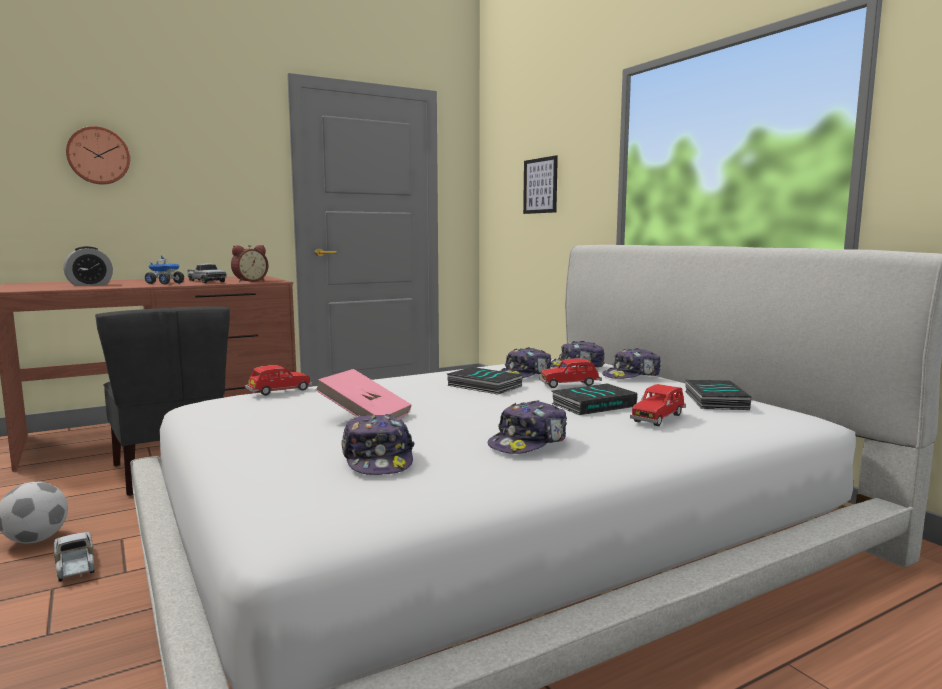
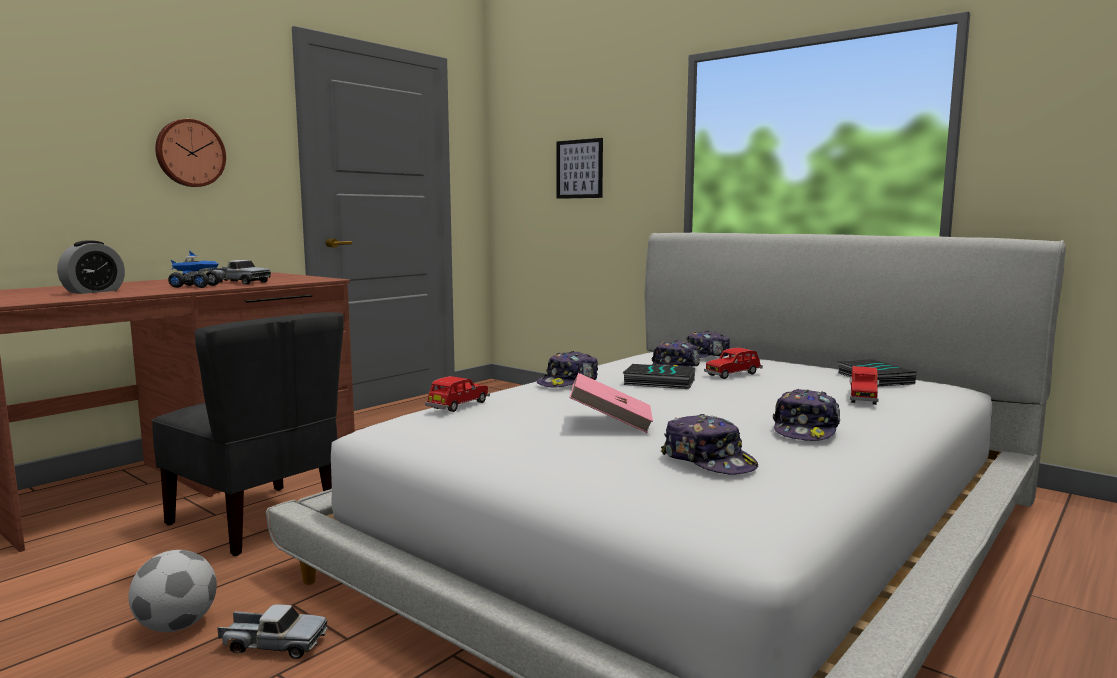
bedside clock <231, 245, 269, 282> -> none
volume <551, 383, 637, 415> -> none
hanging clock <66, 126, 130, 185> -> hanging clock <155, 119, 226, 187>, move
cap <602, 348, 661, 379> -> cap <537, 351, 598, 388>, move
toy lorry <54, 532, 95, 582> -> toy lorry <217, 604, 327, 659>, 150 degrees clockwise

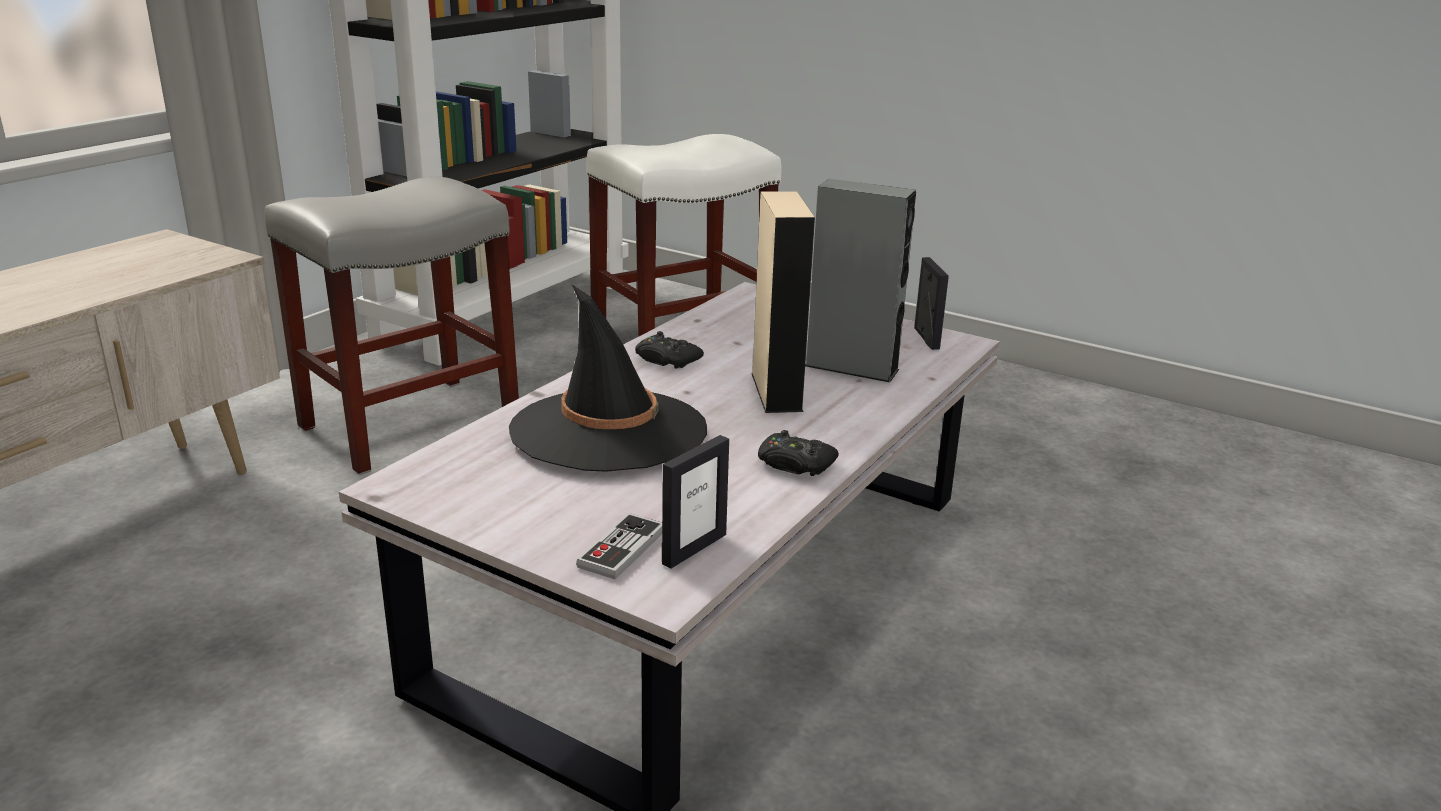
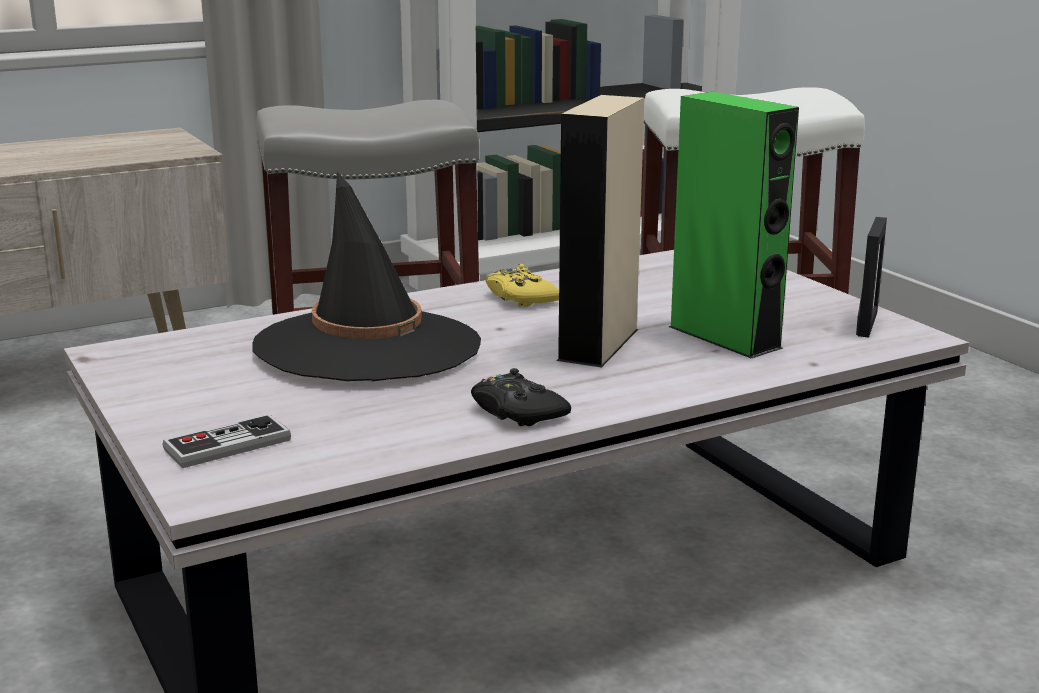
picture frame <662, 435, 729, 569> -> none
gamepad (black-coloured) <635, 331, 704, 369> -> gamepad (yellowish) <486, 264, 559, 307>
loudspeaker (gray) <805, 179, 916, 382> -> loudspeaker (greenish) <669, 92, 799, 358>

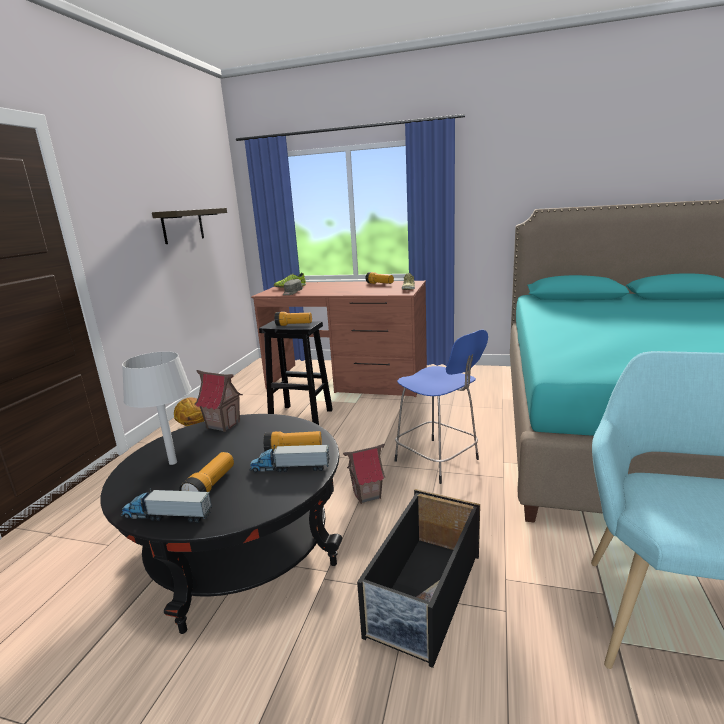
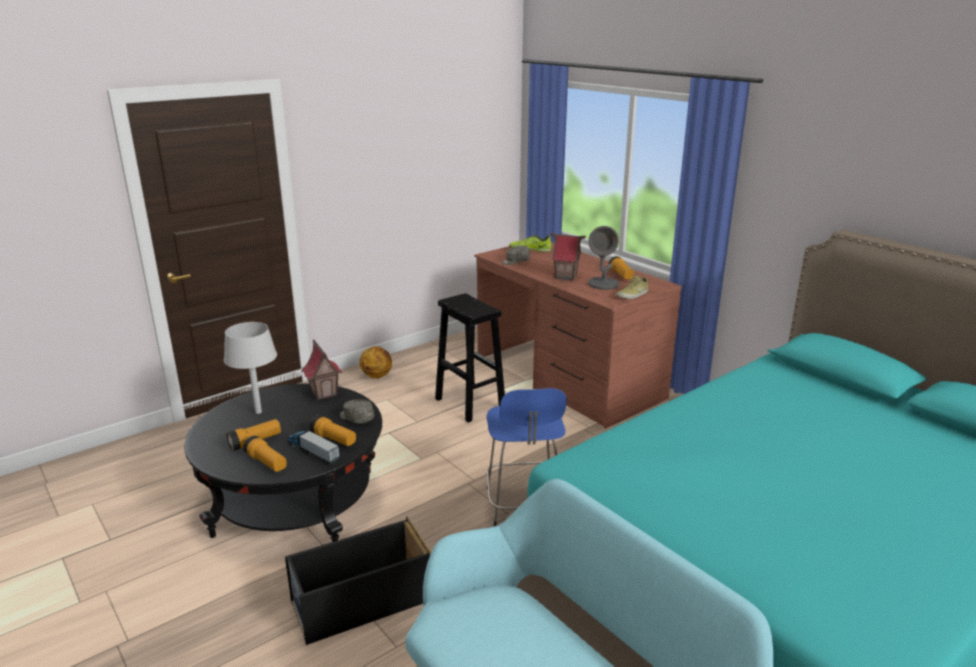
toy lorry <121, 488, 212, 523> -> none
shelf <152, 208, 227, 244> -> none
none -> cap (gray) <340, 399, 374, 423>
none -> table lamp (gray) <588, 226, 619, 290>
hand torch <274, 312, 312, 326> -> hand torch <243, 436, 287, 472>, move
miniature house <343, 444, 386, 504> -> miniature house <550, 233, 586, 281>, move

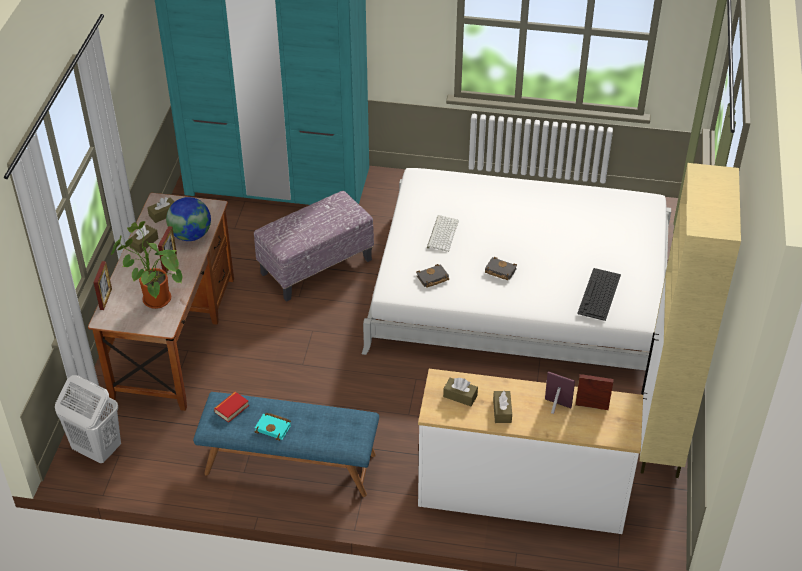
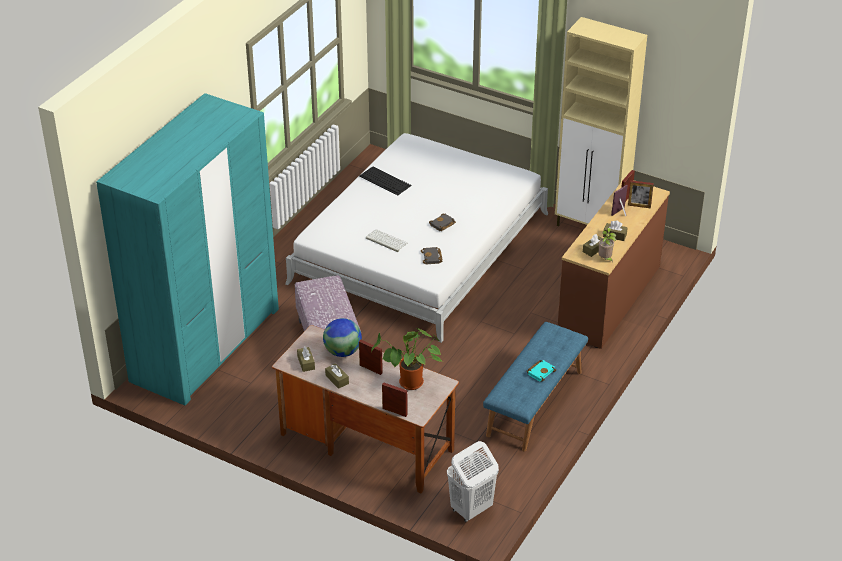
volume <214, 392, 249, 423> -> none
none -> potted plant <598, 228, 616, 262>
none -> picture frame <628, 180, 654, 208>
computer keyboard <577, 268, 621, 321> -> computer keyboard <359, 167, 412, 195>, move
dresser (white-coloured) <418, 369, 643, 534> -> dresser (brown) <558, 180, 670, 349>

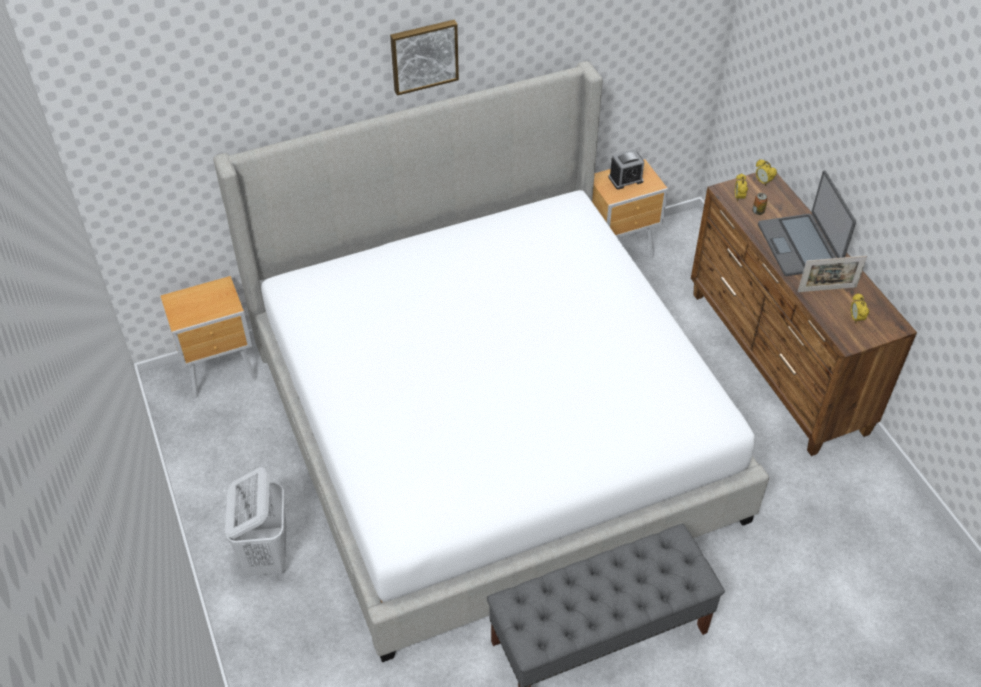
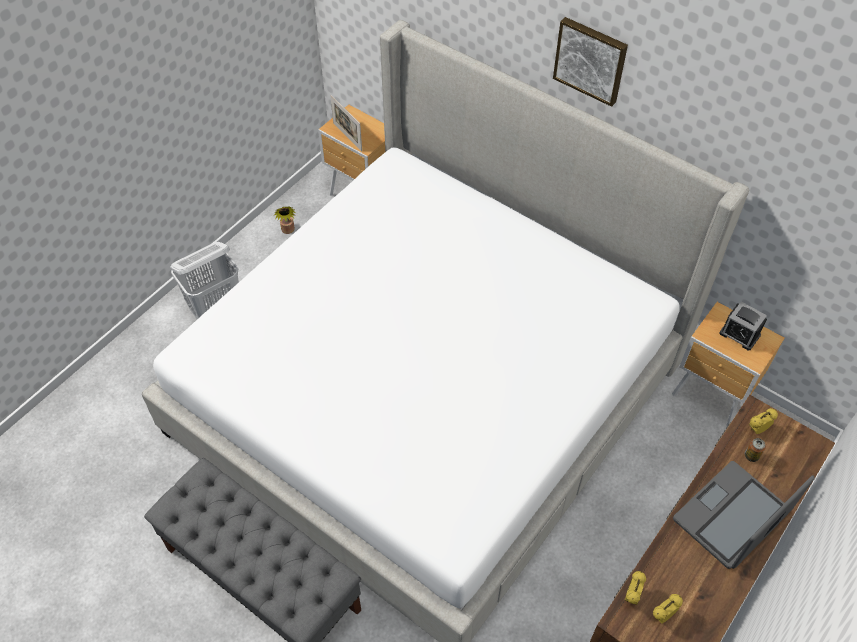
none -> potted plant <274, 207, 296, 234>
bedside clock <756, 159, 777, 186> -> bedside clock <625, 571, 646, 605>, move
picture frame <798, 256, 867, 292> -> picture frame <330, 95, 362, 152>, move

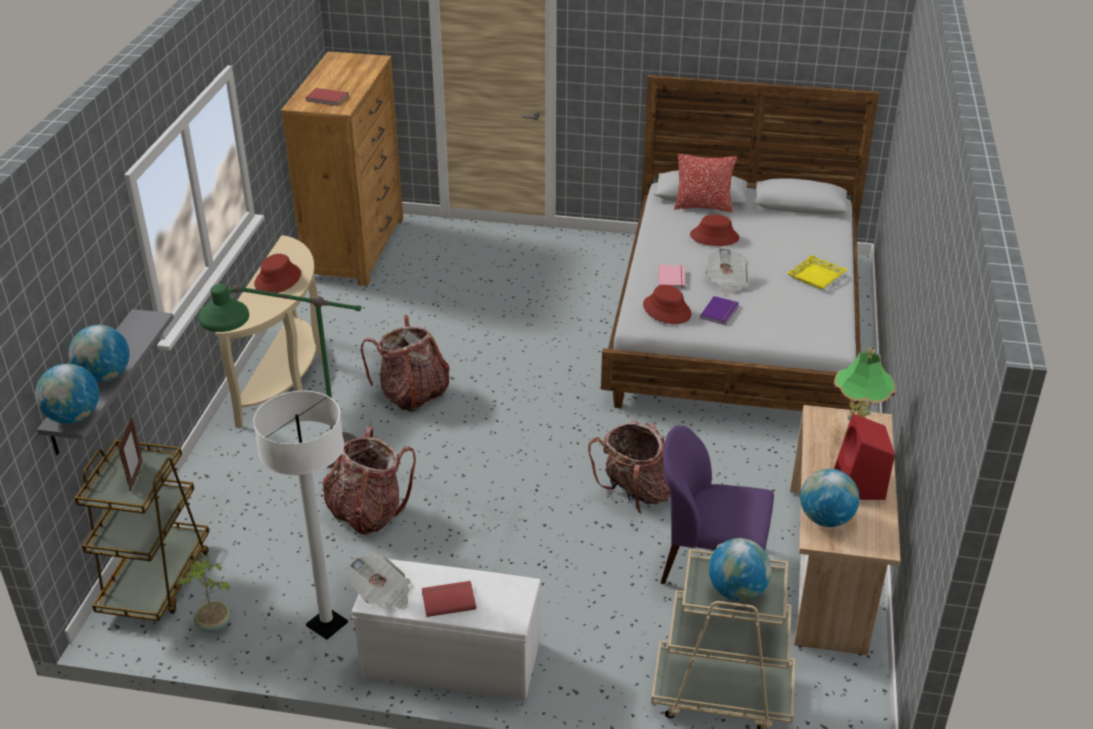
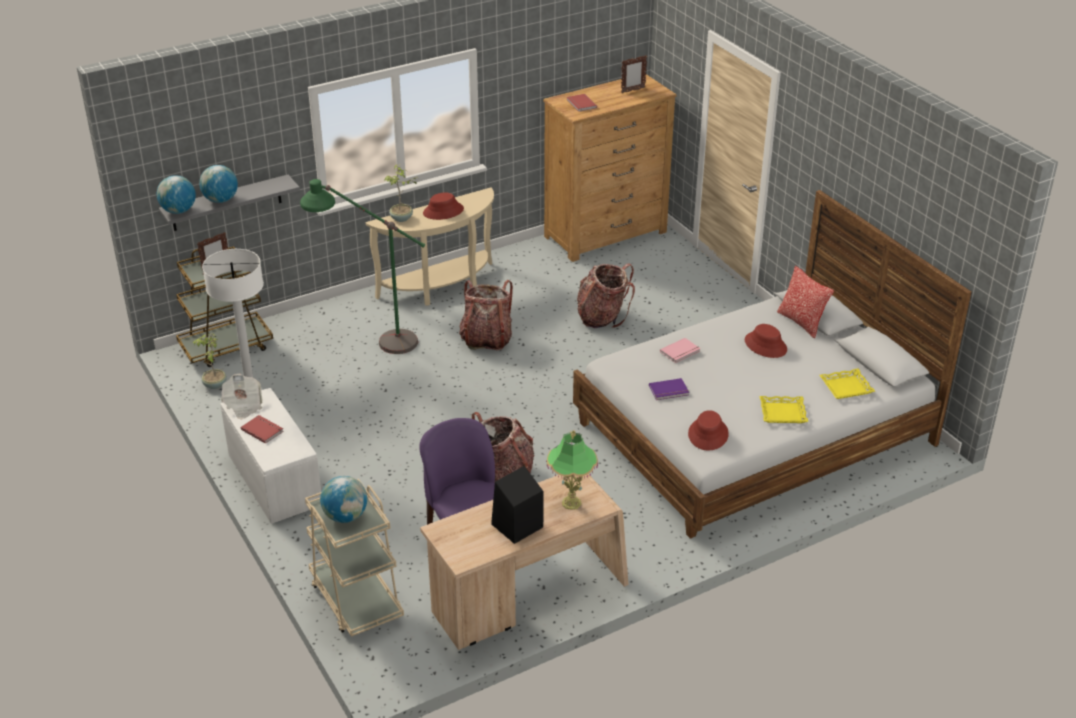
newspaper <706, 247, 749, 295> -> none
globe <800, 469, 859, 527> -> none
none -> potted plant <384, 164, 418, 222>
none -> picture frame <621, 55, 647, 93>
none -> tray (yellowish) <820, 369, 875, 399>
knapsack <322, 426, 416, 535> -> knapsack <577, 264, 635, 328>, move
hat (red) <643, 285, 691, 324> -> hat (red) <688, 410, 729, 451>, move
loudspeaker (red) <834, 413, 895, 500> -> loudspeaker (black-coloured) <491, 466, 544, 544>

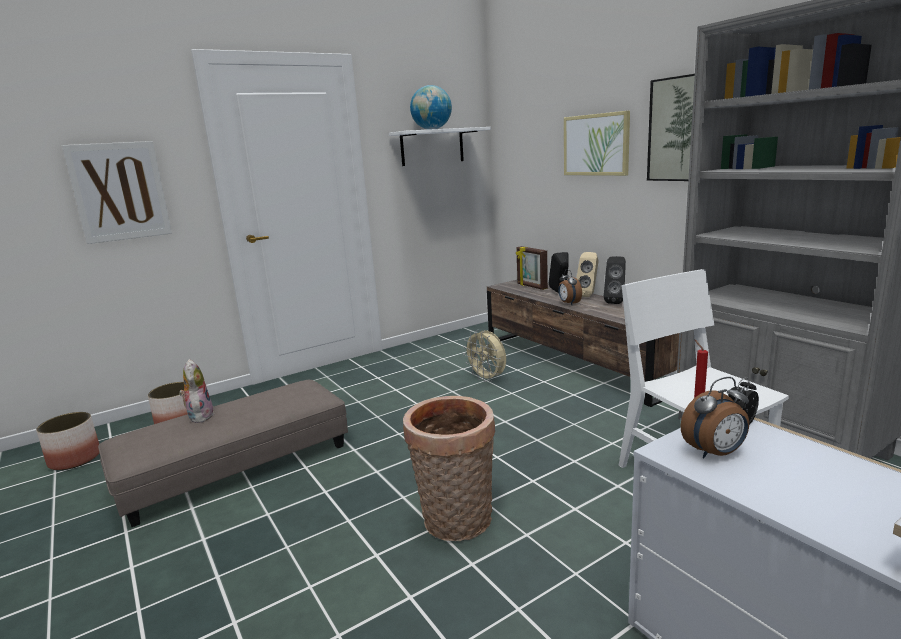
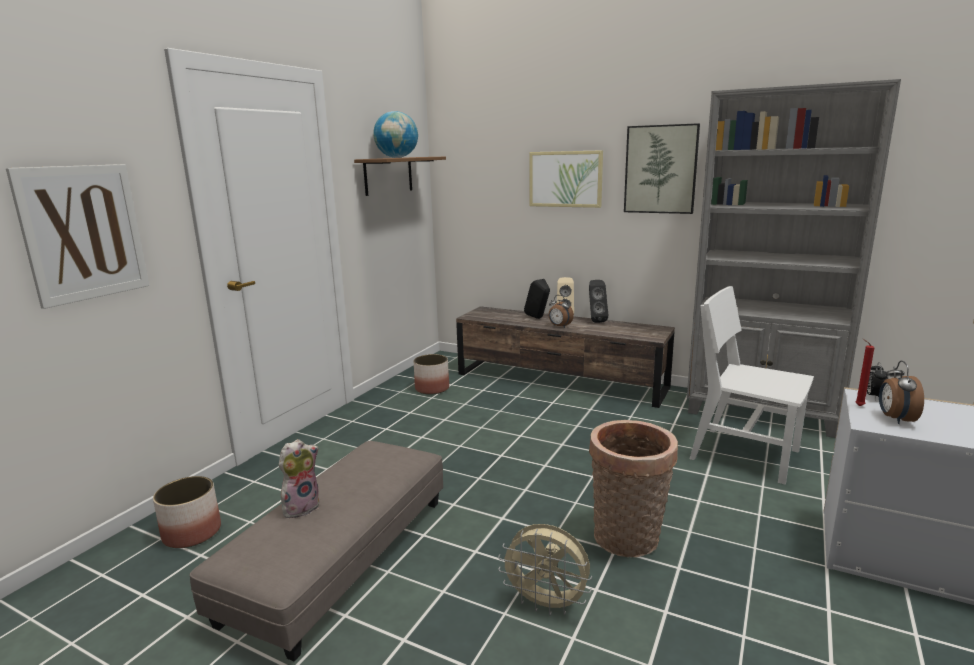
picture frame <516, 246, 548, 290> -> none
plant pot <36, 412, 99, 470> -> plant pot <414, 354, 449, 395>, move
cooling fan (sand-coloured) <463, 330, 506, 382> -> cooling fan (sand-coloured) <498, 524, 592, 615>, move
shelf (white-coloured) <389, 127, 491, 166> -> shelf (brown) <354, 157, 446, 196>
soft toy <179, 359, 214, 423> -> soft toy <279, 439, 320, 518>, 90 degrees clockwise
bedside clock <681, 377, 749, 458> -> bedside clock <879, 361, 924, 424>, 150 degrees clockwise

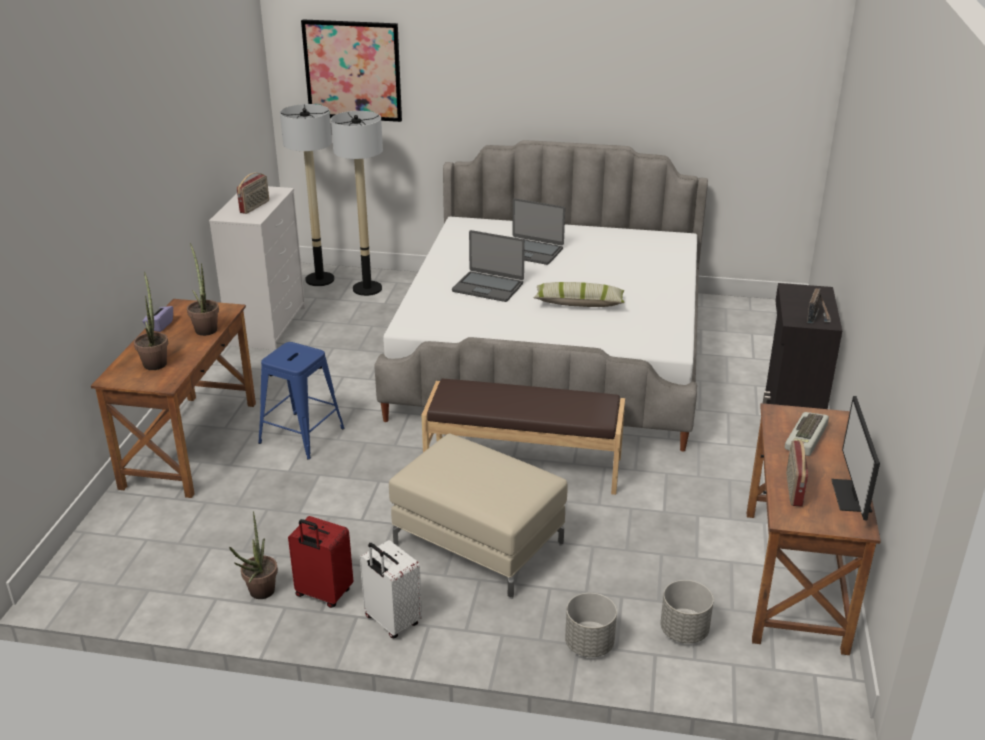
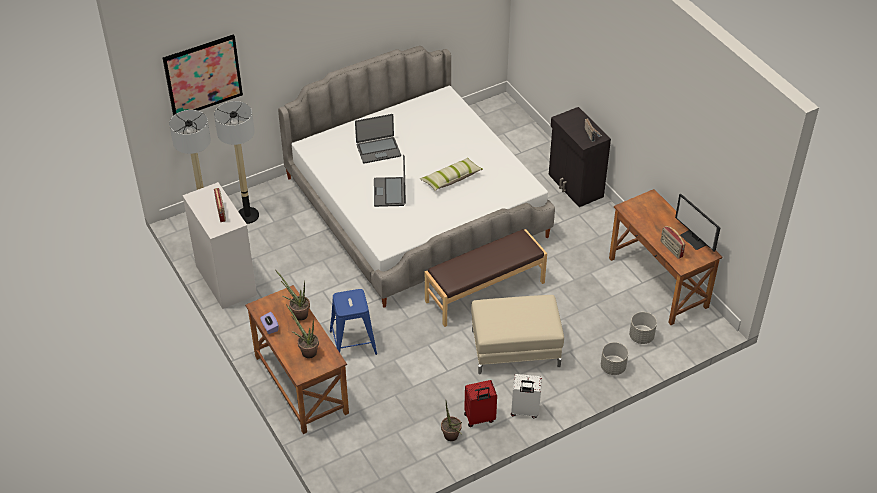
computer keyboard <785, 412, 829, 456> -> none
laptop <452, 230, 525, 302> -> laptop <374, 155, 406, 207>, 105 degrees clockwise

